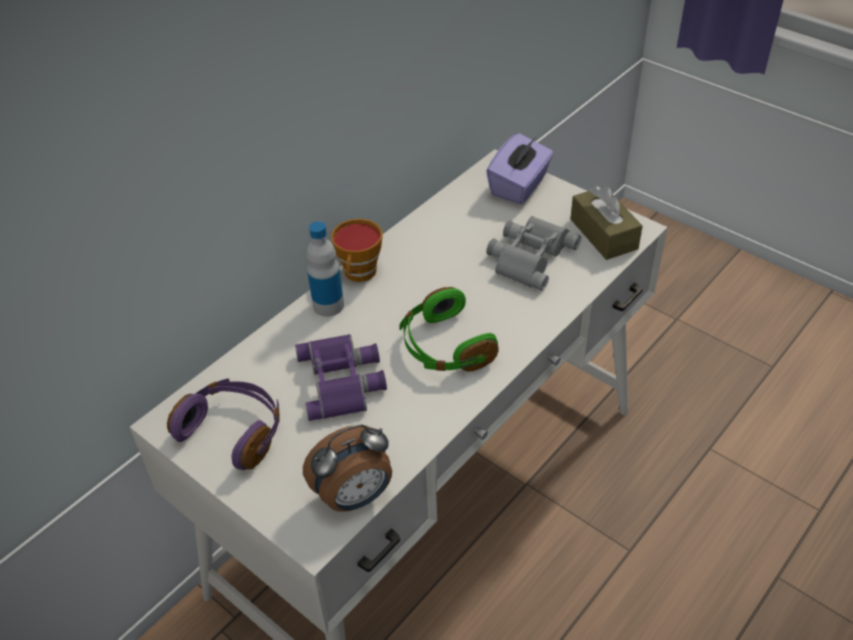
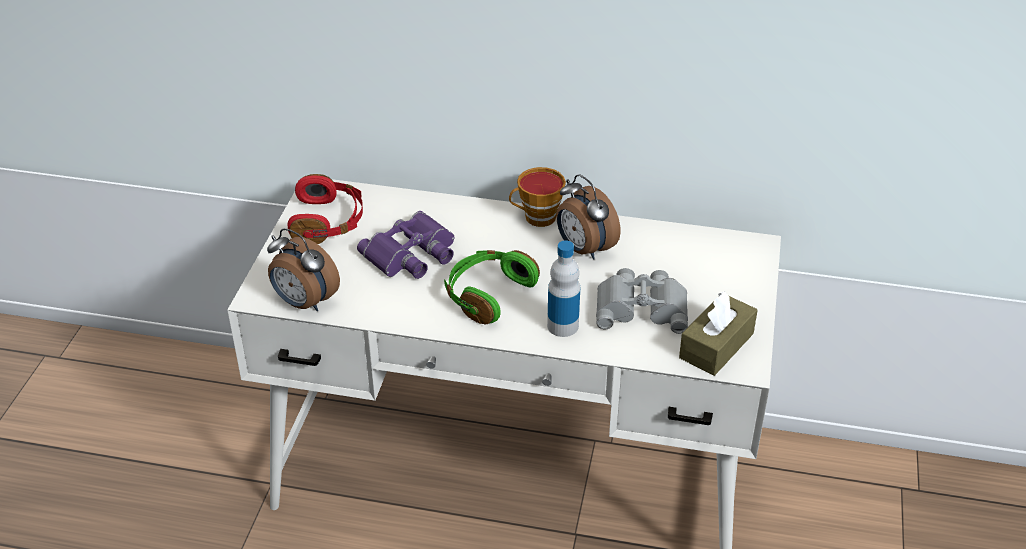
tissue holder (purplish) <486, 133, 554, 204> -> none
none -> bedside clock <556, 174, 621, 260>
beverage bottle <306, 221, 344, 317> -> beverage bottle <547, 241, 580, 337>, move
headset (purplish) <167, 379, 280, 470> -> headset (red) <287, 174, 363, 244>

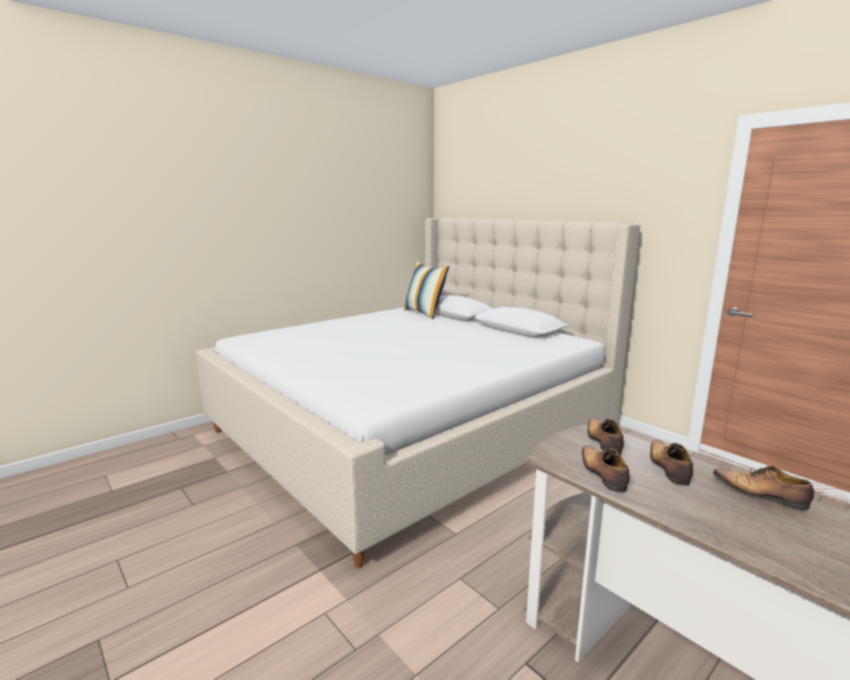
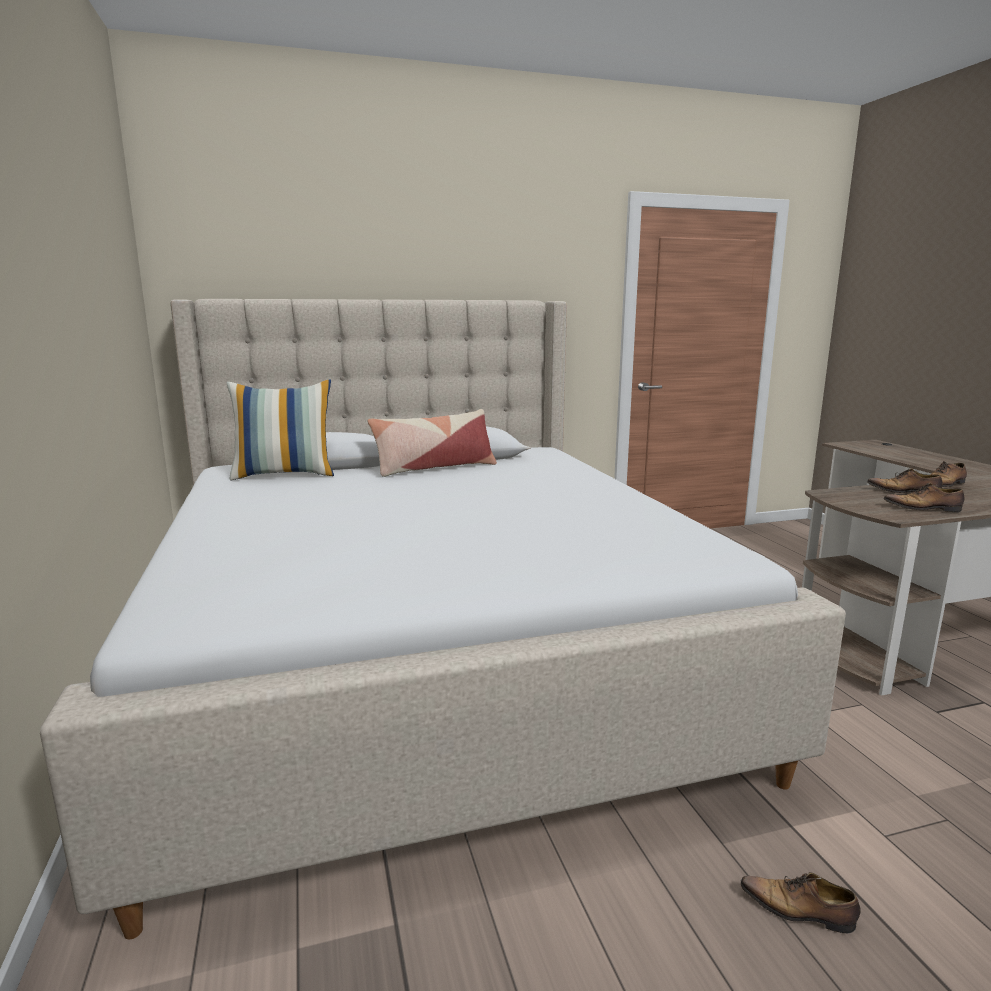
none -> cushion <367, 409, 497, 477>
item of footwear <587, 418, 624, 455> -> item of footwear <741, 872, 860, 934>, move

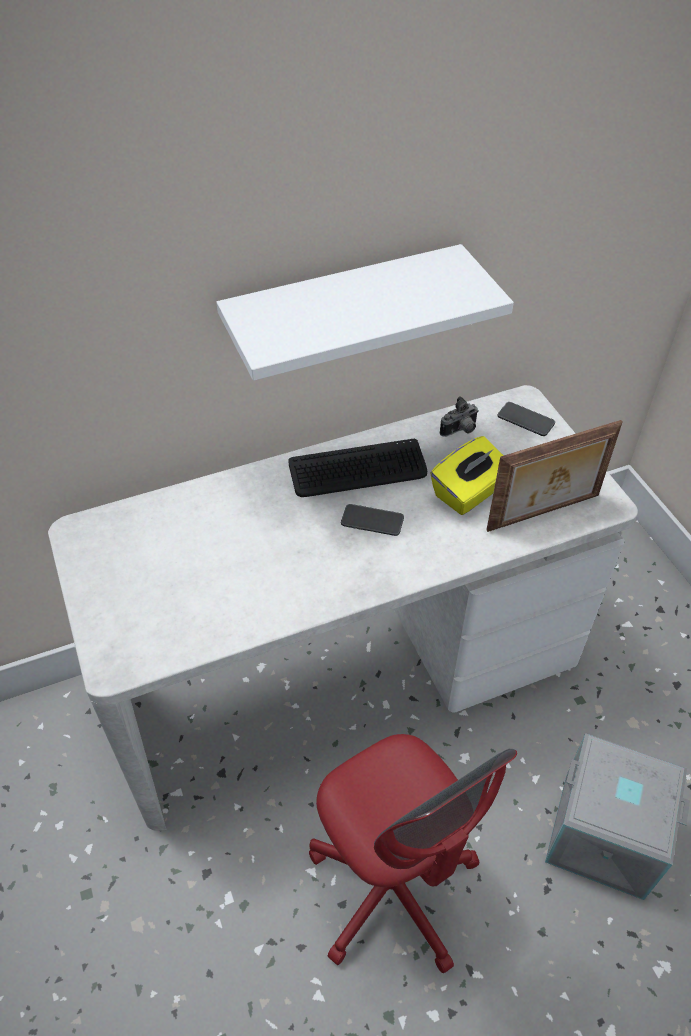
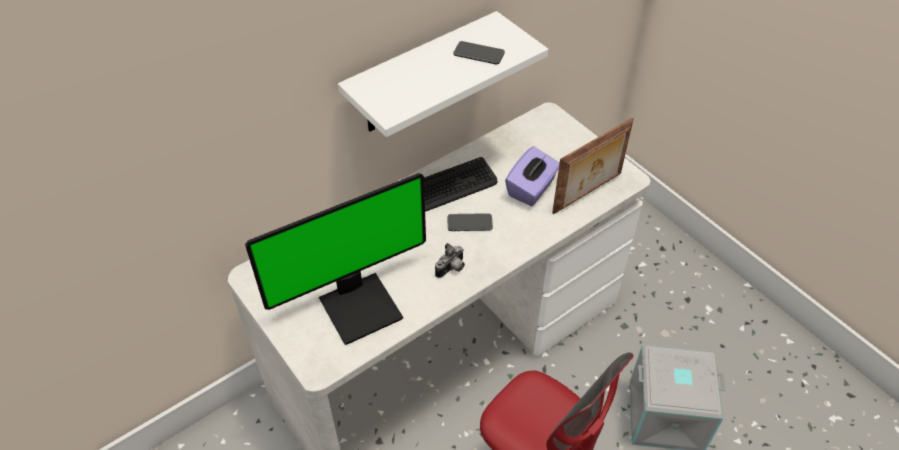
none -> computer screen <245, 173, 426, 345>
photo camera <440, 396, 479, 437> -> photo camera <435, 243, 465, 278>, move
handset <497, 402, 555, 436> -> handset <453, 41, 505, 64>, move
tissue holder (yellowish) <430, 436, 504, 515> -> tissue holder (purplish) <505, 146, 559, 206>

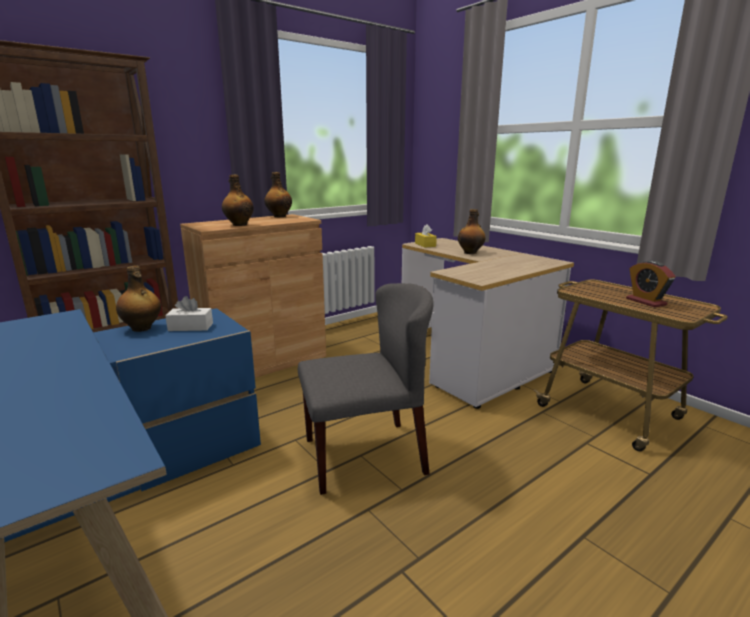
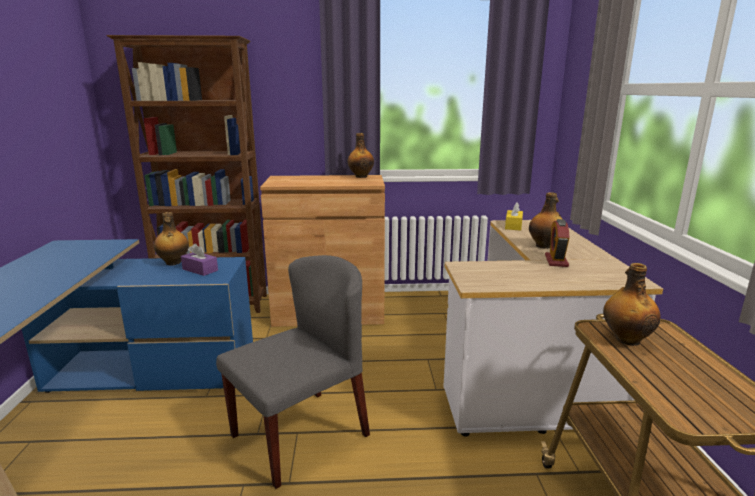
beverage bottle <222, 175, 254, 226> -> beverage bottle <603, 263, 661, 346>, move
bedside clock <626, 260, 675, 307> -> bedside clock <545, 219, 569, 267>, move
tissue holder (white-coloured) <165, 296, 213, 331> -> tissue holder (purplish) <181, 243, 218, 276>
upright chair (gray) <298, 283, 434, 495> -> upright chair (gray) <216, 255, 370, 489>, 60 degrees counterclockwise

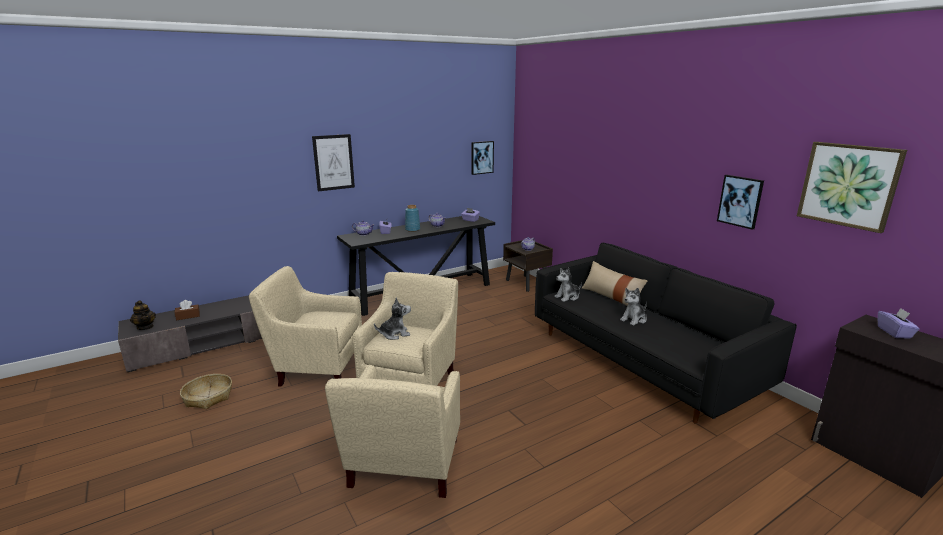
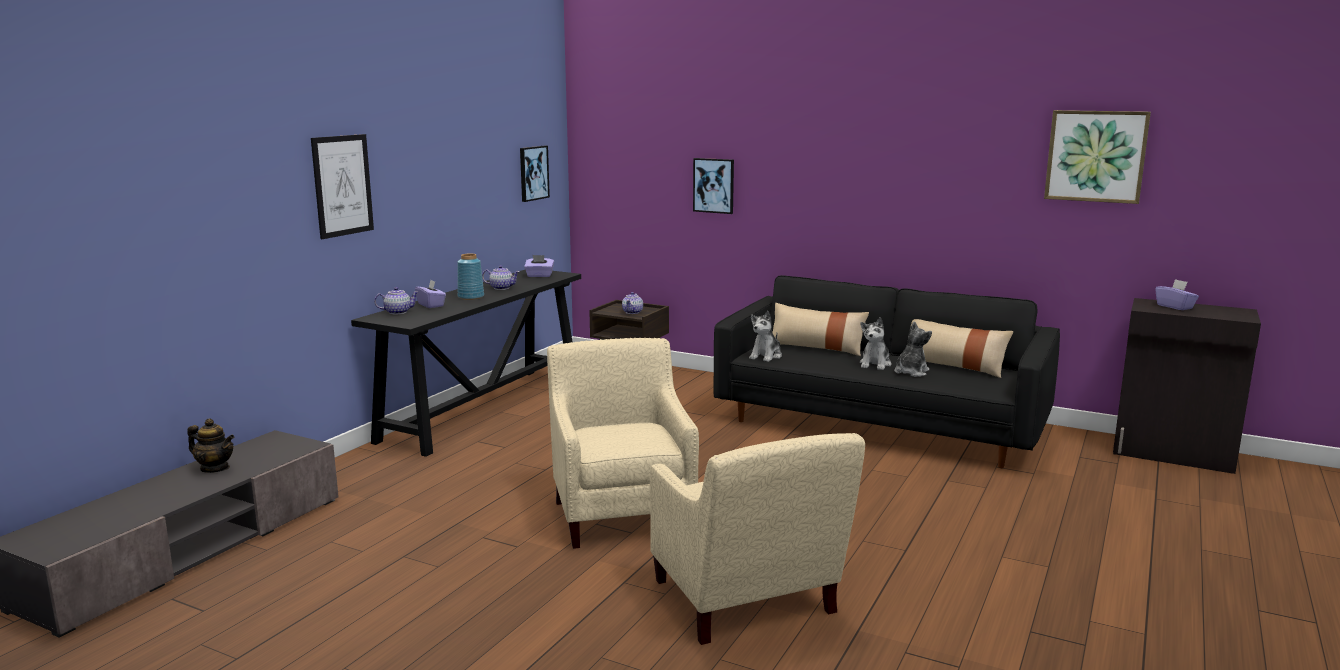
tissue holder (brown) <174, 300, 200, 320> -> none
household basket <180, 374, 232, 409> -> none
easy chair (sand-coloured) <249, 266, 362, 387> -> none
none -> cushion (sand-coloured) <911, 319, 1013, 378>
pot for tea <130, 300, 156, 330> -> pot for tea <187, 418, 235, 473>, move
soft toy <374, 297, 411, 340> -> soft toy <894, 321, 932, 377>, move
picture <717, 175, 764, 230> -> picture <693, 158, 734, 214>, move

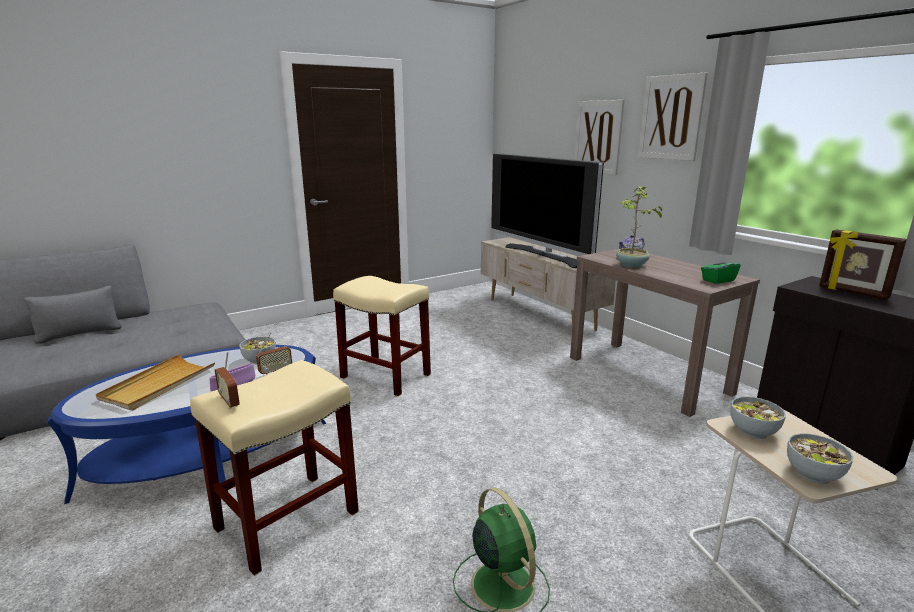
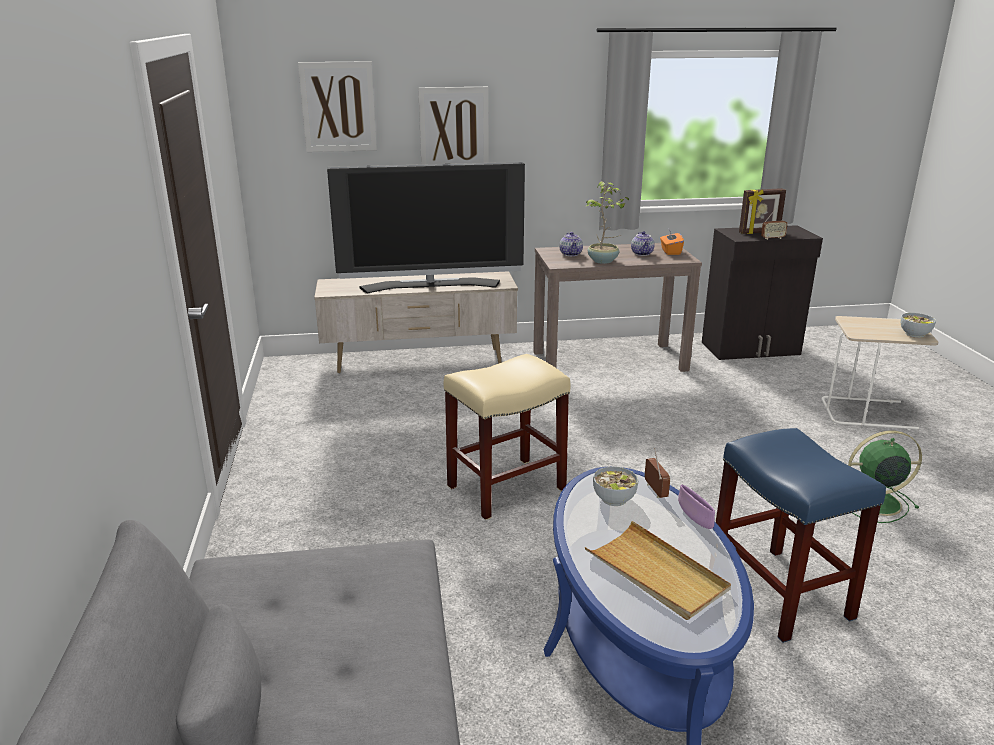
deep dish <730, 397, 786, 439> -> none
none -> pot for tea <631, 231, 654, 256>
radio set <215, 352, 240, 409> -> radio set <761, 208, 788, 240>, move
picture <638, 72, 708, 161> -> picture <298, 61, 377, 152>, move
stool seat (sand-coloured) <190, 360, 359, 576> -> stool seat (bluish) <716, 428, 886, 643>
tissue holder (greenish) <701, 254, 741, 284> -> tissue holder (orange-coloured) <660, 230, 684, 255>

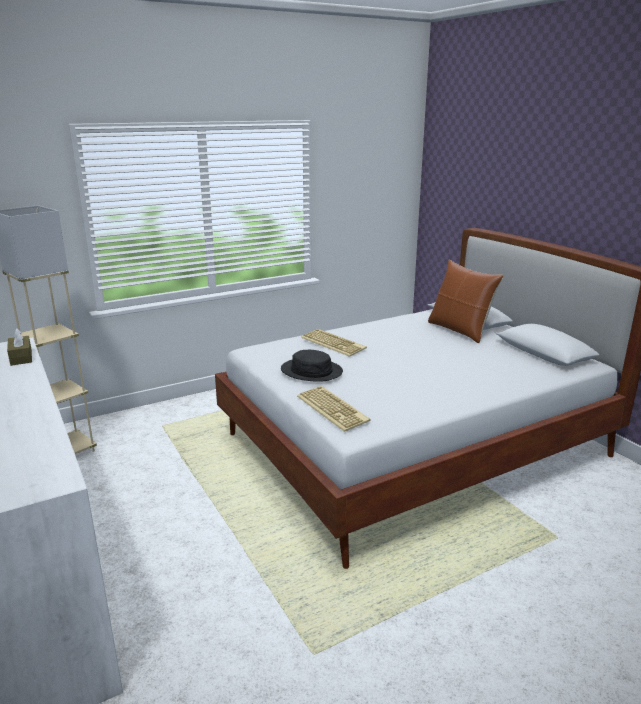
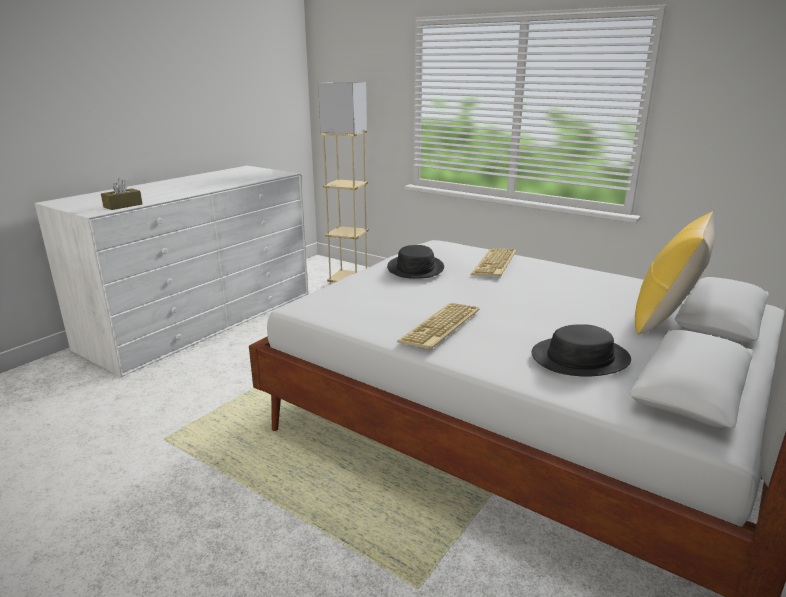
none -> hat (black-coloured) <532, 324, 631, 377>
tissue holder (brown) <7, 328, 32, 366> -> tissue holder (brown) <101, 178, 142, 210>, move
computer keyboard <297, 386, 371, 432> -> computer keyboard <397, 303, 480, 349>, move
cushion (brown) <428, 260, 503, 343> -> cushion (yellowish) <635, 211, 715, 334>

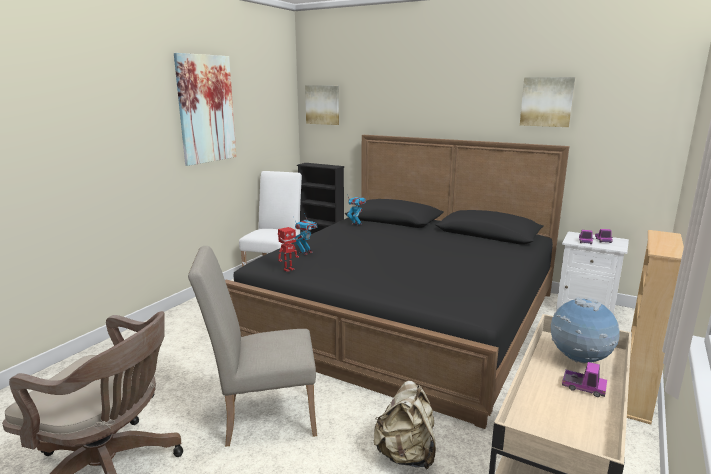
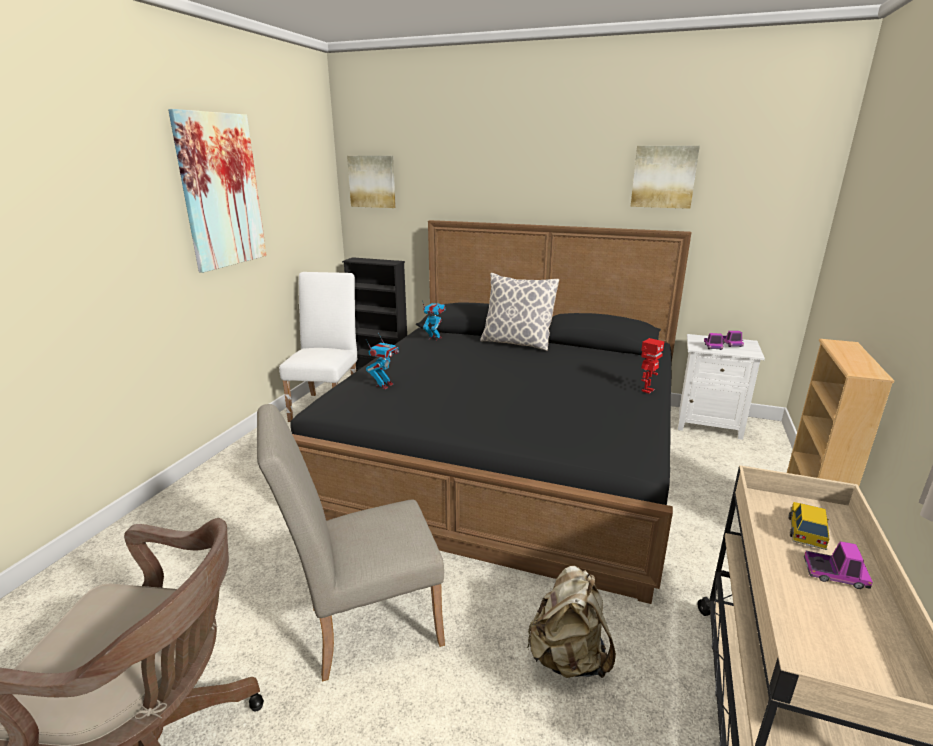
none -> cushion <480, 273, 559, 351>
toy robot <278, 227, 299, 272> -> toy robot <641, 338, 664, 394>, move
globe <551, 297, 620, 364> -> miniature car <788, 502, 829, 550>

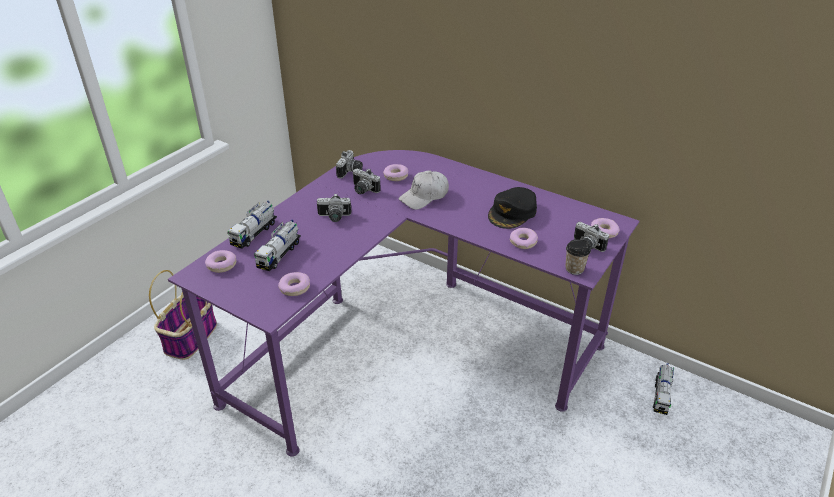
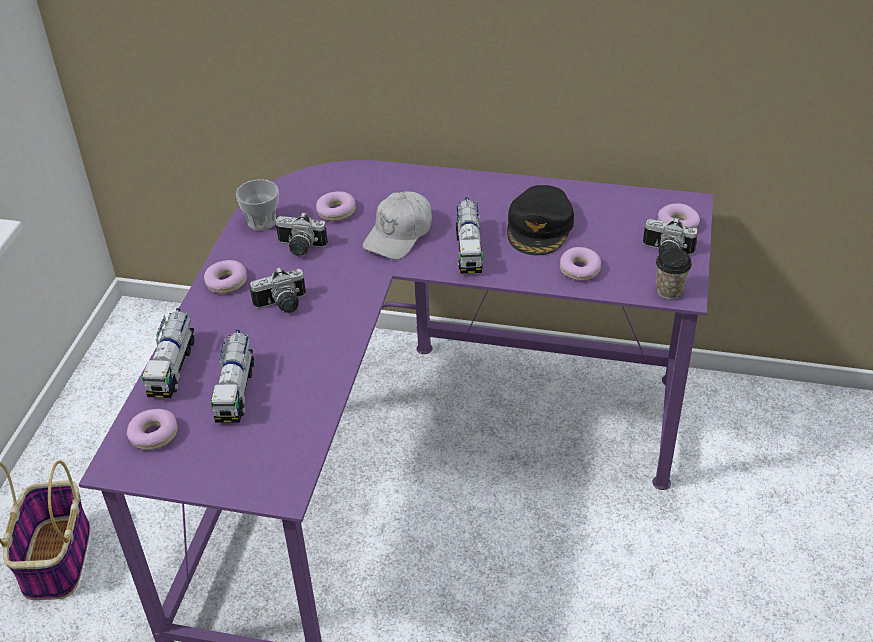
ring doughnut <278, 272, 310, 296> -> ring doughnut <204, 260, 247, 293>, move
toy lorry <653, 363, 674, 415> -> toy lorry <456, 197, 483, 274>, move
photo camera <336, 150, 363, 179> -> drinking cup <236, 179, 279, 231>

